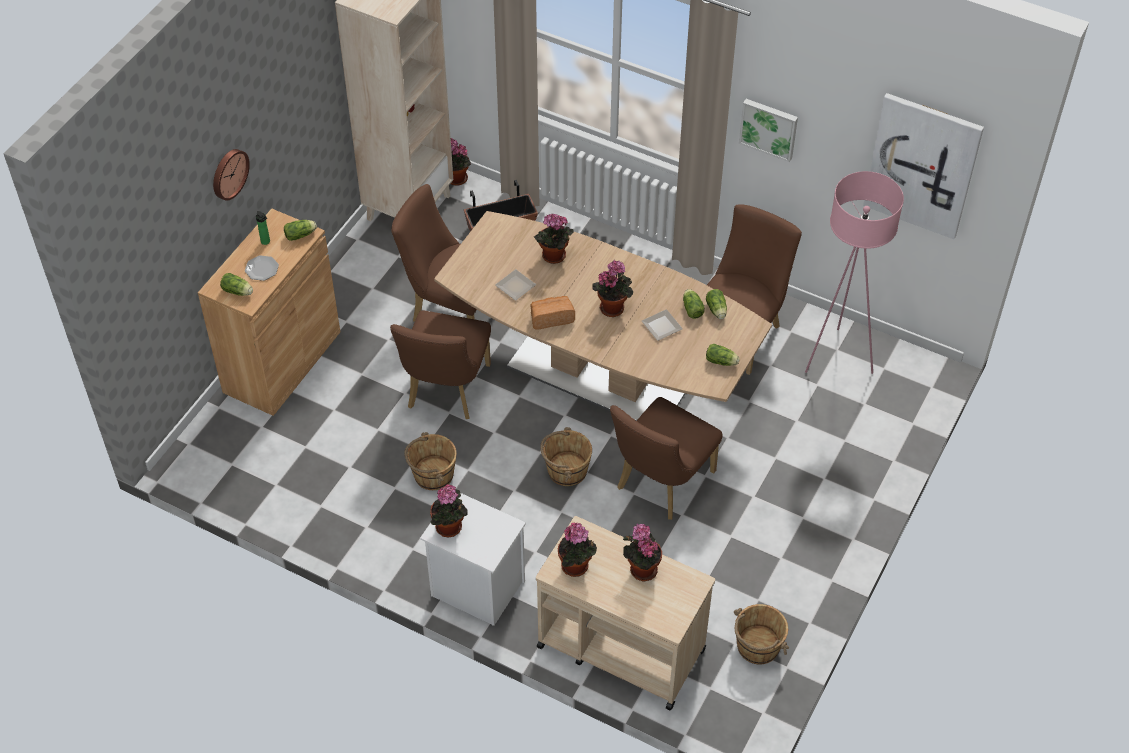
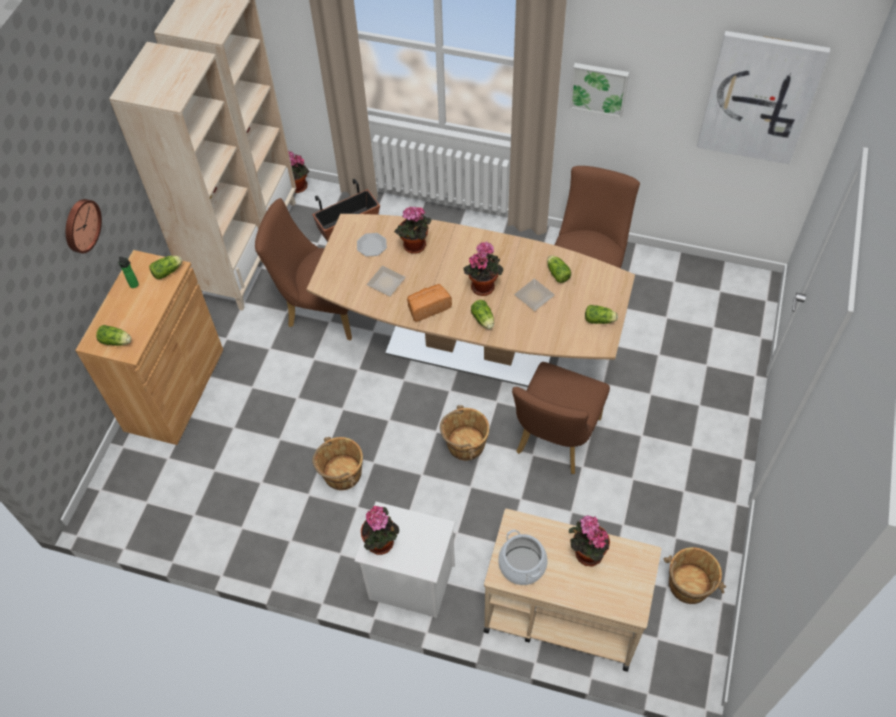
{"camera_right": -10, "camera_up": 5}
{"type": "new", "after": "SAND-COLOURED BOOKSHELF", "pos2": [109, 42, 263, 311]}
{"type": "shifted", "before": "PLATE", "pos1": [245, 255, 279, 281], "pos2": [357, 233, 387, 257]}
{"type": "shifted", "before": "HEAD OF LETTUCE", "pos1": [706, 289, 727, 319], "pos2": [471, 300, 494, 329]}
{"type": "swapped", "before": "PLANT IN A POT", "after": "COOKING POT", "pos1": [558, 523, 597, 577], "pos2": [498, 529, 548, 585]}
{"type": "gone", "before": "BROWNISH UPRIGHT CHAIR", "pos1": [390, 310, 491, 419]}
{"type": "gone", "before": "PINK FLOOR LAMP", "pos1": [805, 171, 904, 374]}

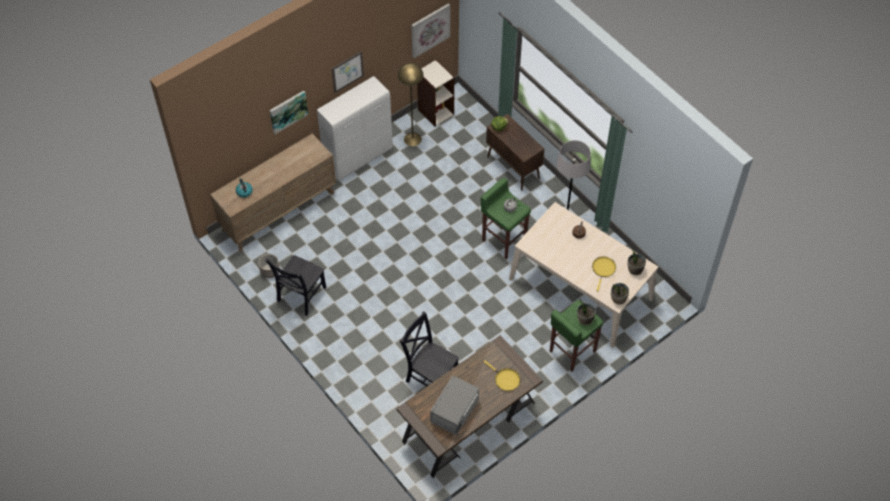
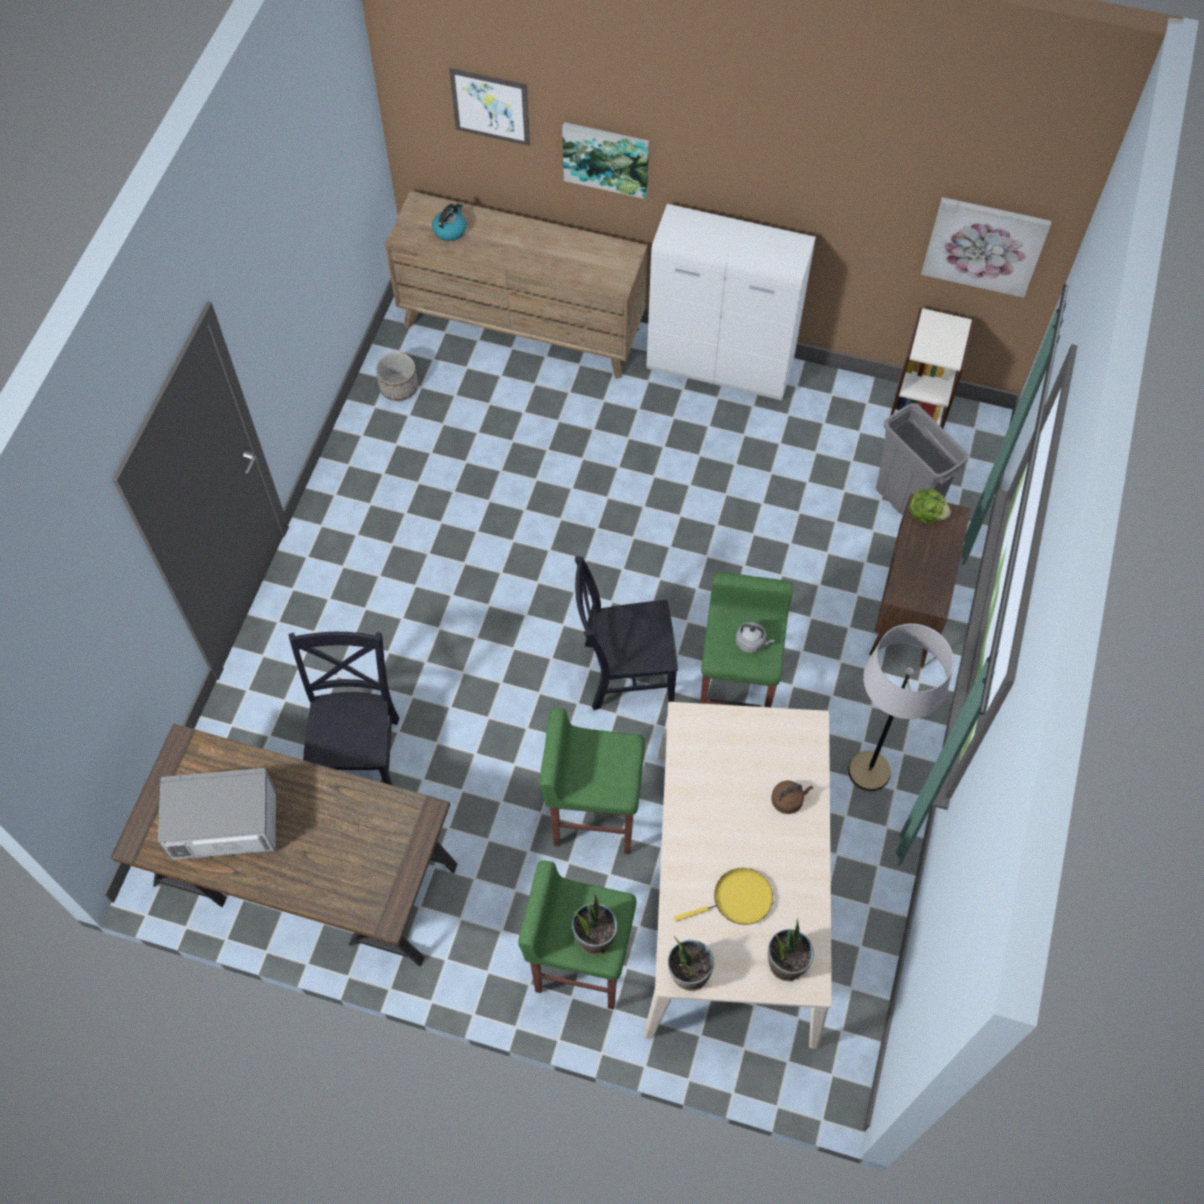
{"camera_right": 55, "camera_up": 5}
{"type": "shifted", "before": "WALL ART", "pos1": [332, 51, 364, 93], "pos2": [449, 68, 530, 146]}
{"type": "new", "after": "GREEN-COLOURED SITTING STOOL", "pos2": [539, 708, 645, 854]}
{"type": "shifted", "before": "BLACK UPRIGHT CHAIR", "pos1": [265, 255, 326, 316], "pos2": [575, 556, 678, 710]}
{"type": "new", "after": "GREY TRASH CAN", "pos2": [876, 403, 969, 515]}
{"type": "gone", "before": "YELLOWISH FLOOR LAMP", "pos1": [398, 63, 424, 146]}
{"type": "gone", "before": "YELLOWISH PAN", "pos1": [484, 361, 520, 391]}

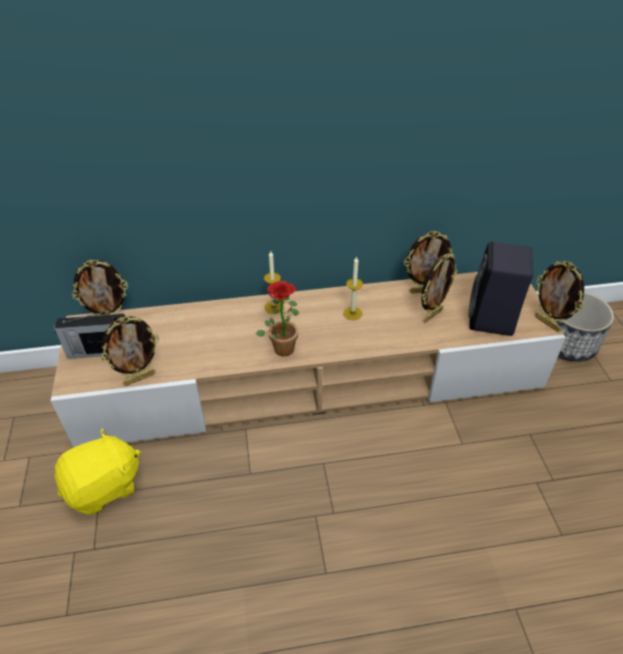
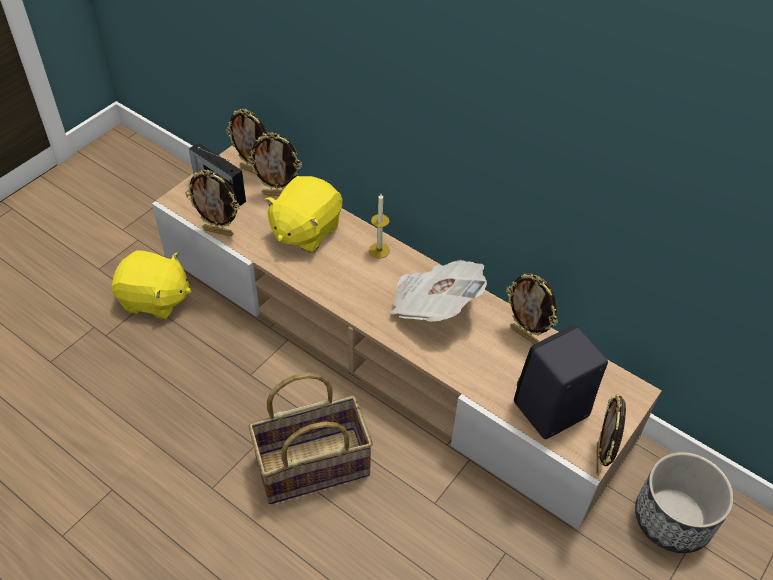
{"camera_right": 45, "camera_up": 5}
{"type": "shifted", "before": "PICTURE FRAME", "pos1": [421, 254, 457, 323], "pos2": [247, 133, 302, 196]}
{"type": "new", "after": "STORAGE BASKET", "pos2": [248, 373, 373, 504]}
{"type": "new", "after": "YELLOWISH PLUSH TOY", "pos2": [264, 176, 342, 253]}
{"type": "swapped", "before": "WAX CANDLE", "after": "NEWSPAPER", "pos1": [343, 256, 363, 320], "pos2": [391, 260, 487, 322]}
{"type": "gone", "before": "PLANT IN A POT", "pos1": [256, 281, 299, 356]}

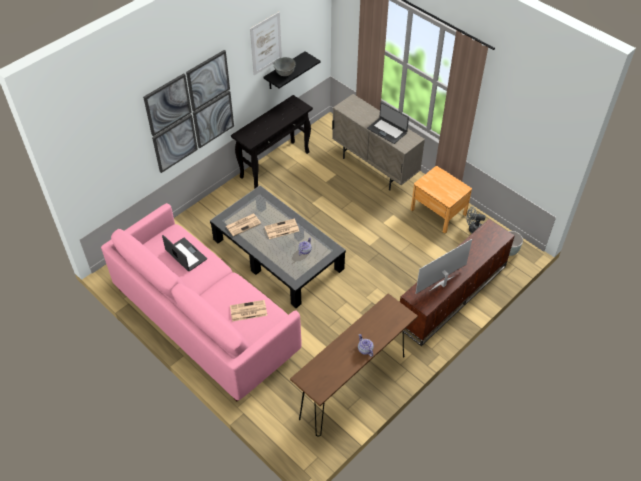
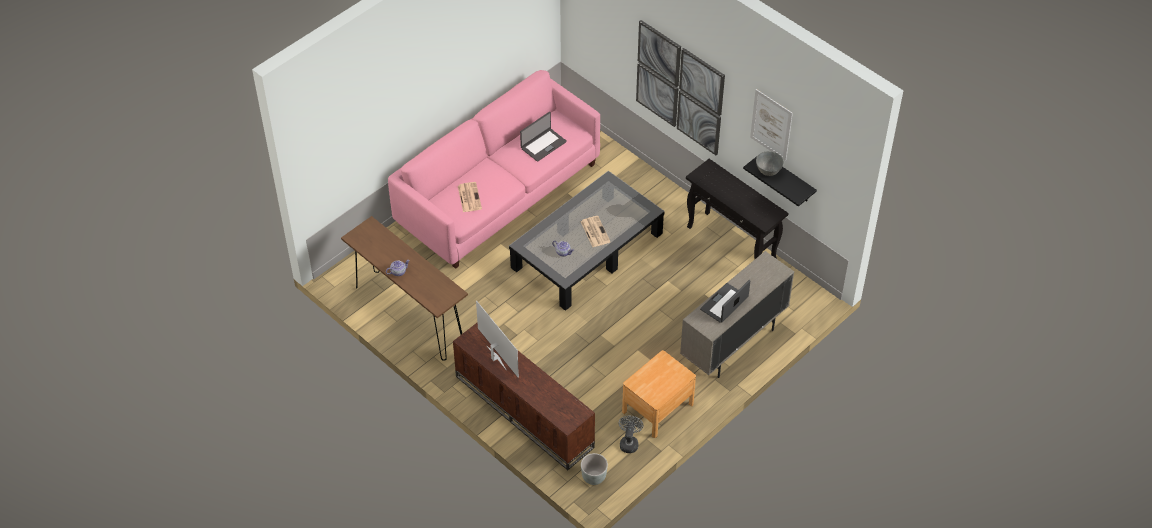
{"camera_right": 90, "camera_up": 0}
{"type": "gone", "before": "NEWSPAPER", "pos1": [226, 214, 261, 236]}

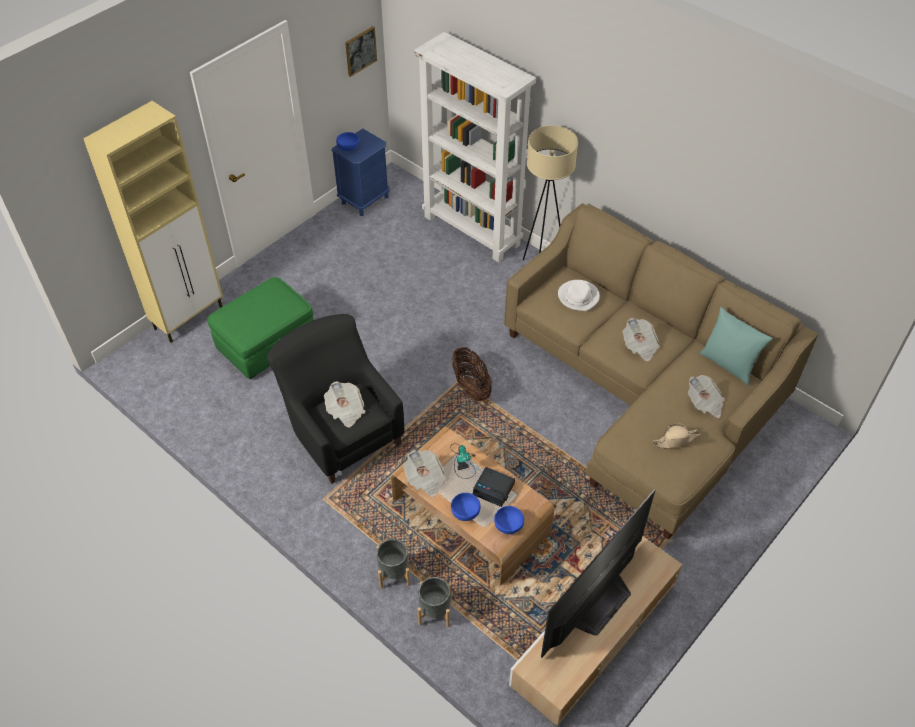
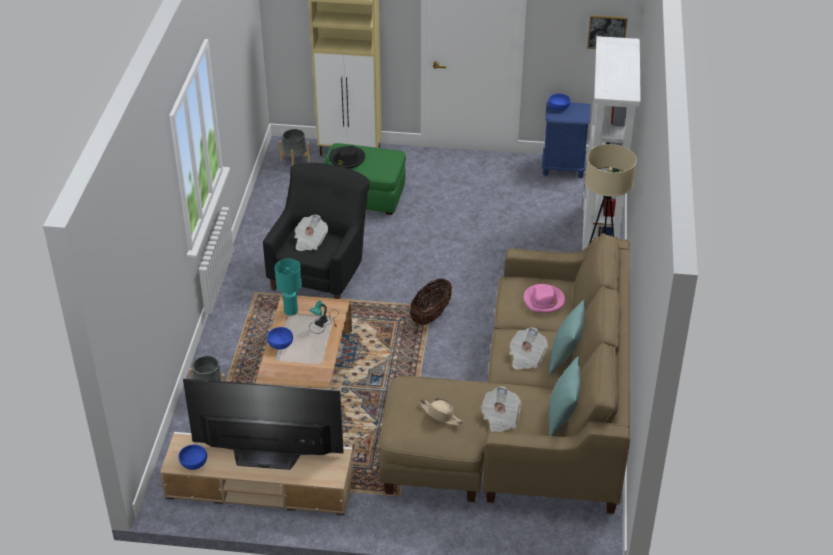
{"camera_right": 55, "camera_up": -10}
{"type": "shifted", "before": "BLUE SERVING BOWL", "pos1": [494, 506, 524, 534], "pos2": [179, 445, 207, 470]}
{"type": "swapped", "before": "NEWSPAPER", "after": "BLUE-GREEN LAMP FOR A TABLE", "pos1": [403, 450, 447, 497], "pos2": [275, 258, 302, 316]}
{"type": "shifted", "before": "GREY PLANTER", "pos1": [376, 539, 410, 589], "pos2": [279, 129, 310, 166]}
{"type": "new", "after": "BLACK CLOTHING HAT", "pos2": [329, 146, 365, 169]}
{"type": "repainted", "before": "WHITE CLOTHING HAT", "after": "PINK CLOTHING HAT", "pos1": [558, 280, 600, 311], "pos2": [524, 284, 565, 313]}
{"type": "new", "after": "BLUE-GREEN THROW PILLOW", "pos2": [549, 300, 585, 375]}
{"type": "gone", "before": "BEDSIDE CLOCK", "pos1": [473, 467, 515, 507]}

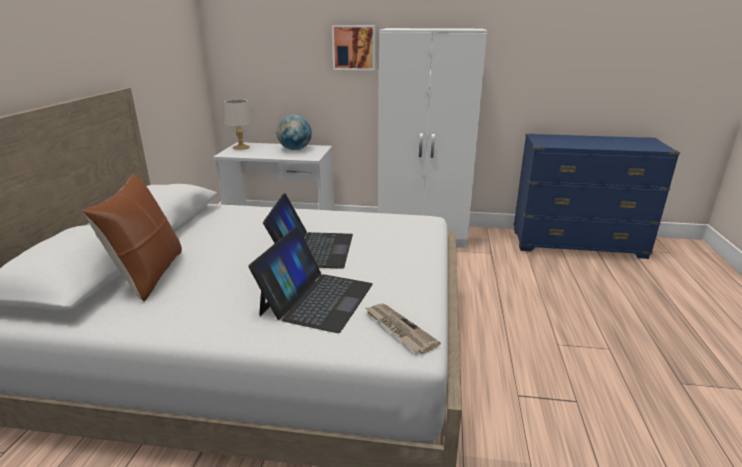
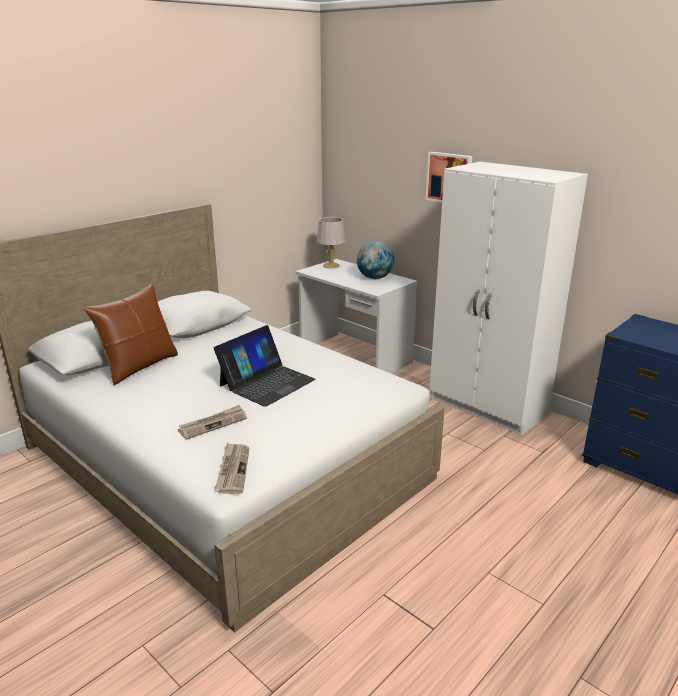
{"camera_right": 35, "camera_up": 0}
{"type": "swapped", "before": "LAPTOP", "after": "NEWSPAPER", "pos1": [248, 227, 373, 333], "pos2": [178, 405, 247, 440]}

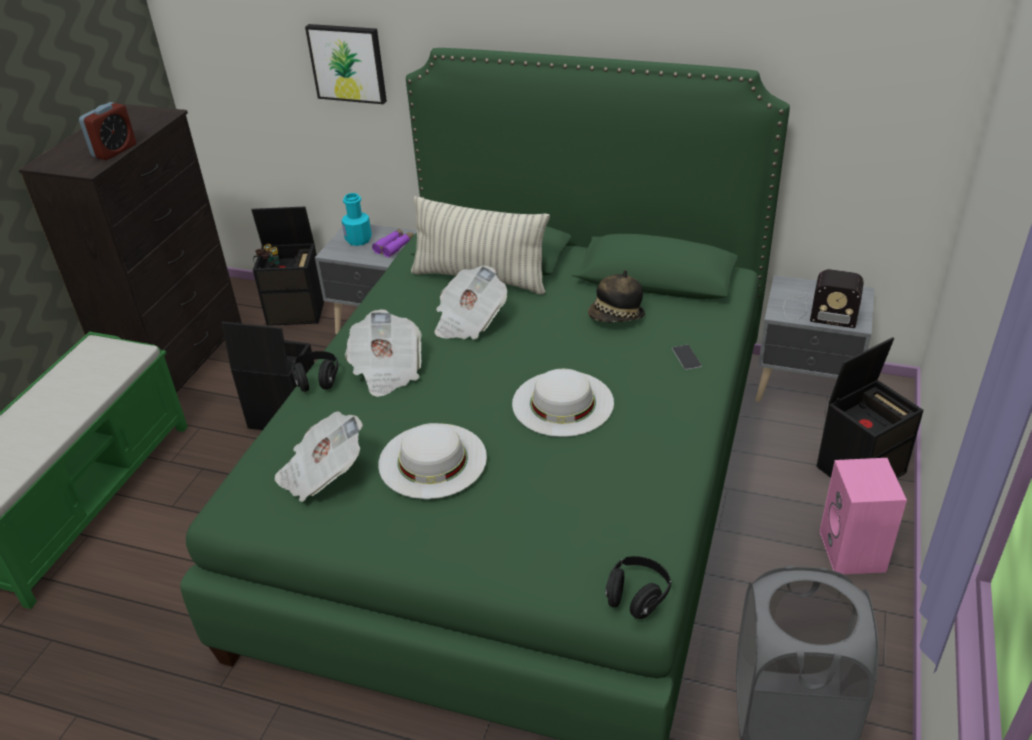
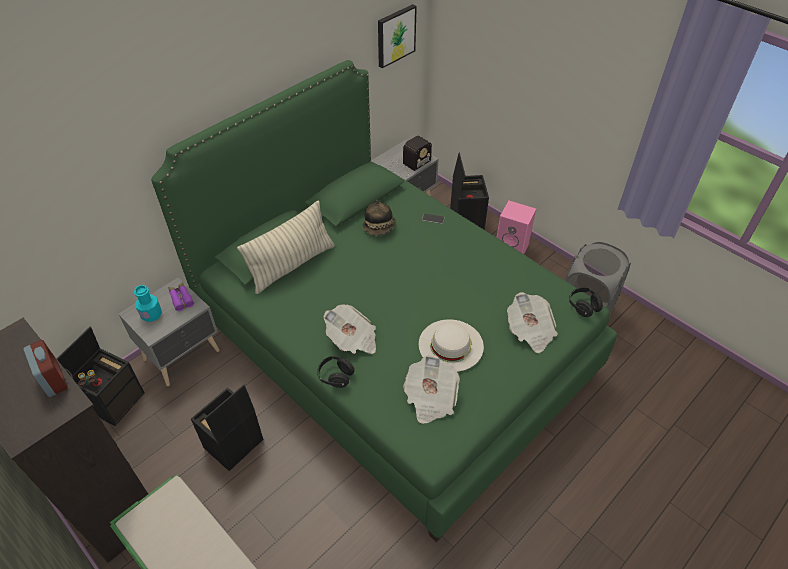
{"camera_right": -65, "camera_up": 10}
{"type": "shifted", "before": "WALL ART", "pos1": [305, 24, 387, 104], "pos2": [378, 4, 417, 68]}
{"type": "shifted", "before": "NEWSPAPER", "pos1": [435, 266, 507, 339], "pos2": [507, 292, 558, 353]}
{"type": "gone", "before": "WHITE CLOTHING HAT", "pos1": [512, 369, 614, 437]}

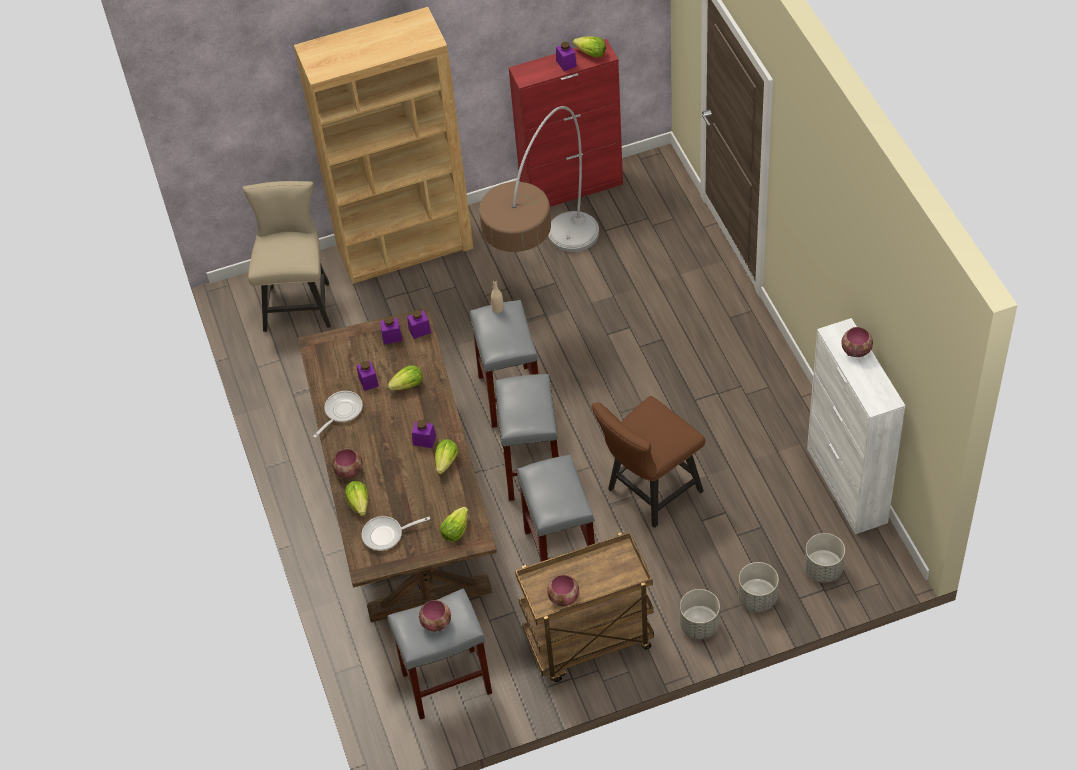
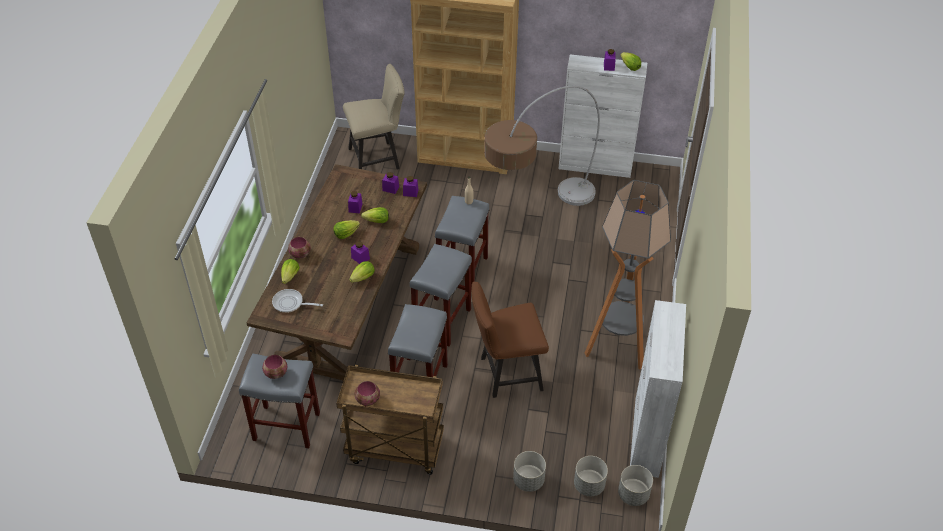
{"camera_right": 25, "camera_up": -5}
{"type": "shifted", "before": "HEAD OF LETTUCE", "pos1": [440, 507, 468, 542], "pos2": [334, 220, 360, 239]}
{"type": "rotated", "before": "SAND-COLOURED UPRIGHT CHAIR", "pos1": [243, 181, 331, 332], "pos2": [343, 64, 405, 169], "turn": 45}
{"type": "repainted", "before": "REDDISH STORAGE CABINET", "after": "WHITE STORAGE CABINET", "pos1": [508, 39, 623, 207], "pos2": [558, 54, 647, 178]}
{"type": "new", "after": "FLOOR LAMP", "pos2": [585, 180, 671, 370]}
{"type": "shifted", "before": "GREY PLANTER", "pos1": [680, 589, 720, 639], "pos2": [618, 465, 653, 506]}
{"type": "gone", "before": "PAN", "pos1": [313, 391, 363, 438]}
{"type": "gone", "before": "SERVING BOWL", "pos1": [841, 327, 873, 357]}

